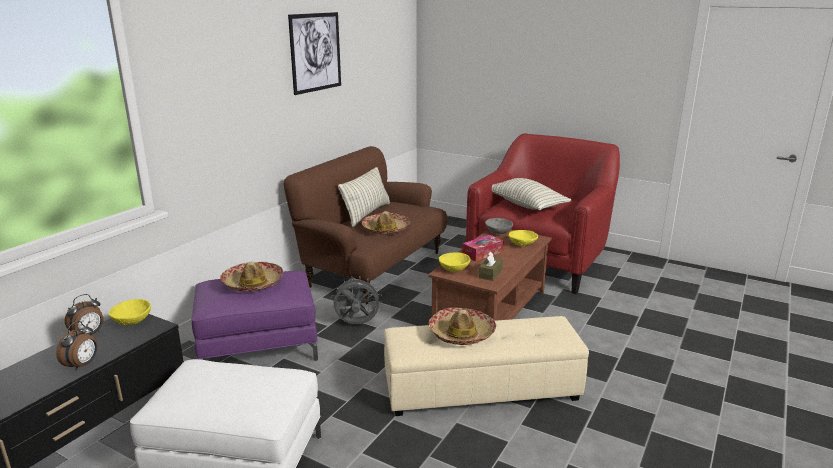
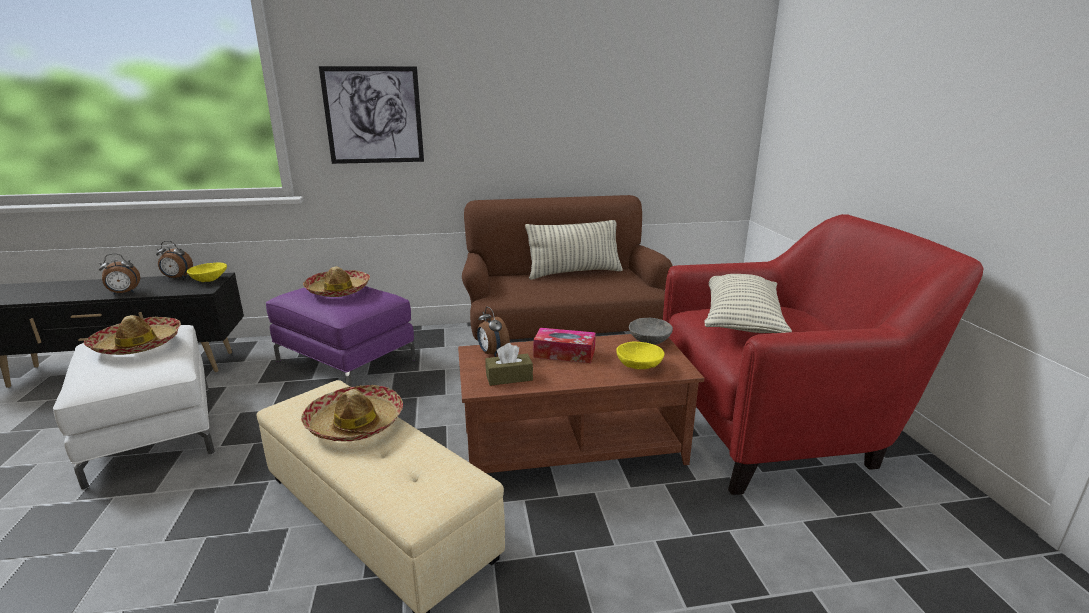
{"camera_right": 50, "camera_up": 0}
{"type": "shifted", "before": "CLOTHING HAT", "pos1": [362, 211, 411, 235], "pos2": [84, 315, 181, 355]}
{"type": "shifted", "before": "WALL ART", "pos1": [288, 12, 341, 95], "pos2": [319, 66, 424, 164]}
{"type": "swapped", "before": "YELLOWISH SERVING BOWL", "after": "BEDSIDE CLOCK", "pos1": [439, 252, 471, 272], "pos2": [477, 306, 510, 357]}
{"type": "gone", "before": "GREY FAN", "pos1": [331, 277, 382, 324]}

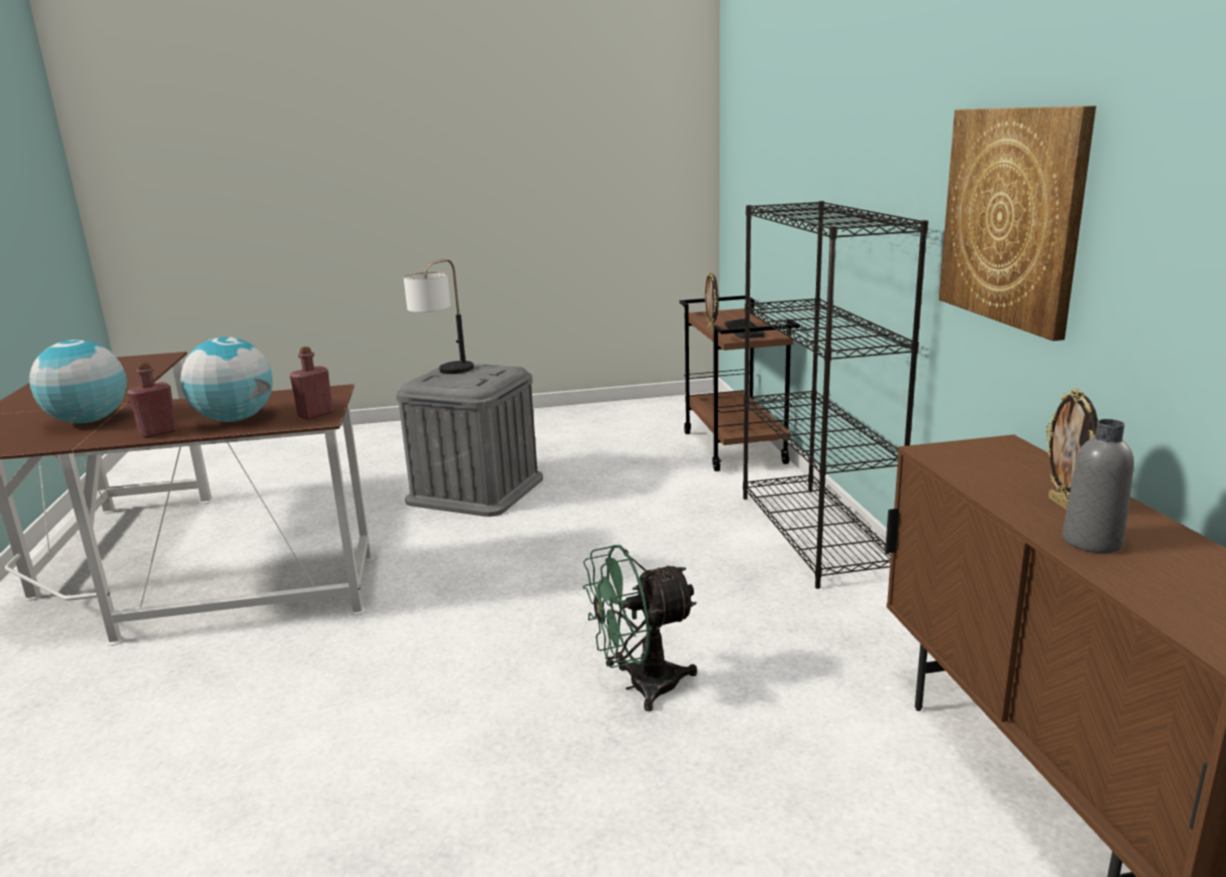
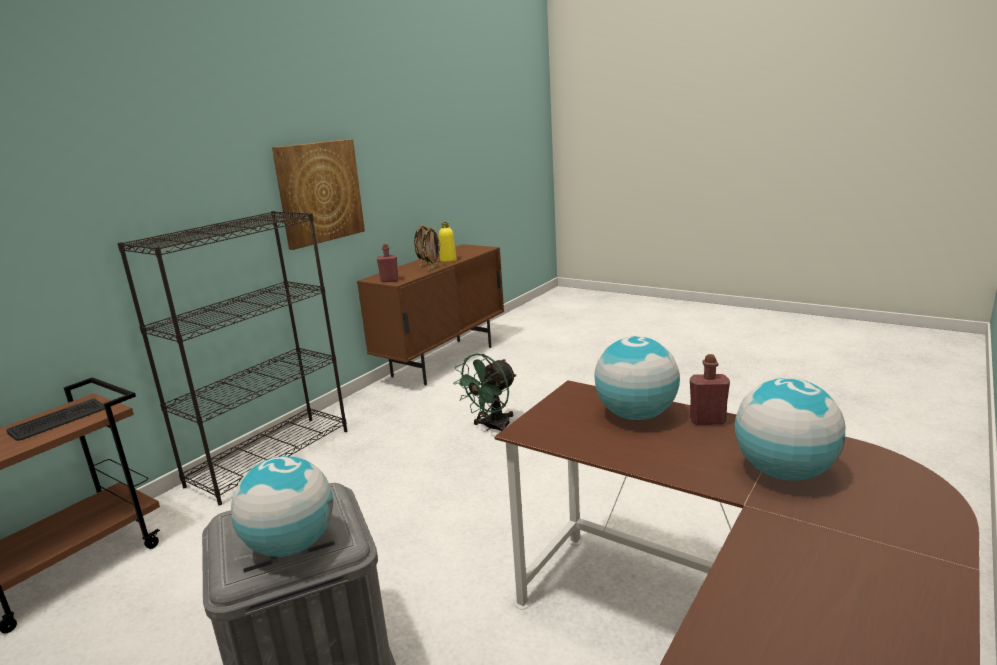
{"camera_right": -135, "camera_up": 0}
{"type": "swapped", "before": "LAMP FOR A TABLE", "after": "WORLD GLOBE", "pos1": [403, 259, 474, 374], "pos2": [231, 456, 333, 557]}
{"type": "shifted", "before": "REDDISH DRINK BOTTLE", "pos1": [290, 346, 333, 420], "pos2": [377, 244, 398, 282]}
{"type": "shifted", "before": "PICTURE FRAME", "pos1": [704, 271, 719, 332], "pos2": [423, 227, 441, 271]}
{"type": "repainted", "before": "GREY DRINK BOTTLE", "after": "YELLOWISH DRINK BOTTLE", "pos1": [1062, 419, 1134, 553], "pos2": [439, 222, 457, 262]}
{"type": "rotated", "before": "GREEN-COLOURED FAN", "pos1": [583, 545, 697, 711], "pos2": [453, 353, 517, 431], "turn": 105}

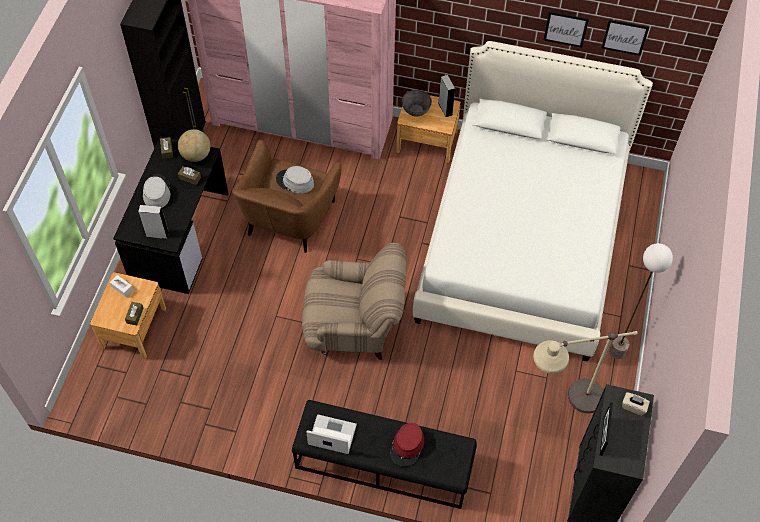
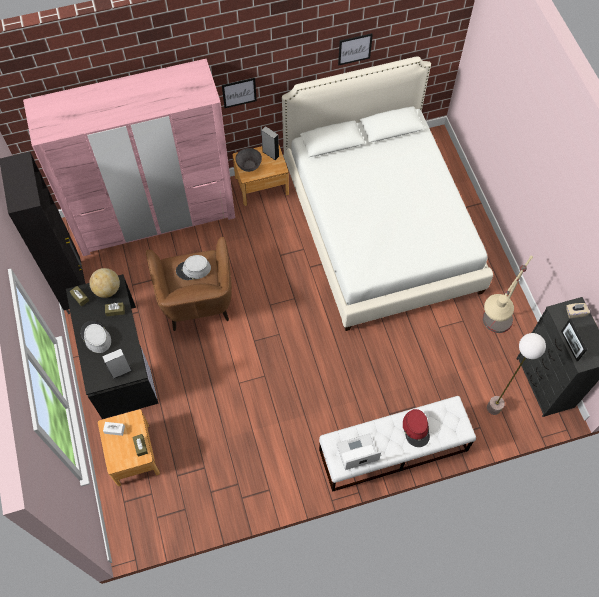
{"camera_right": -30, "camera_up": 5}
{"type": "shifted", "before": "WALL ART", "pos1": [601, 19, 649, 56], "pos2": [222, 78, 257, 108]}
{"type": "repainted", "before": "BLACK LONG SEAT", "after": "WHITE LONG SEAT", "pos1": [292, 400, 477, 509], "pos2": [319, 396, 476, 492]}
{"type": "shifted", "before": "FLOOR LAMP", "pos1": [609, 243, 673, 359], "pos2": [487, 333, 546, 415]}
{"type": "gone", "before": "SAND-COLOURED ARMCHAIR", "pos1": [302, 243, 406, 360]}

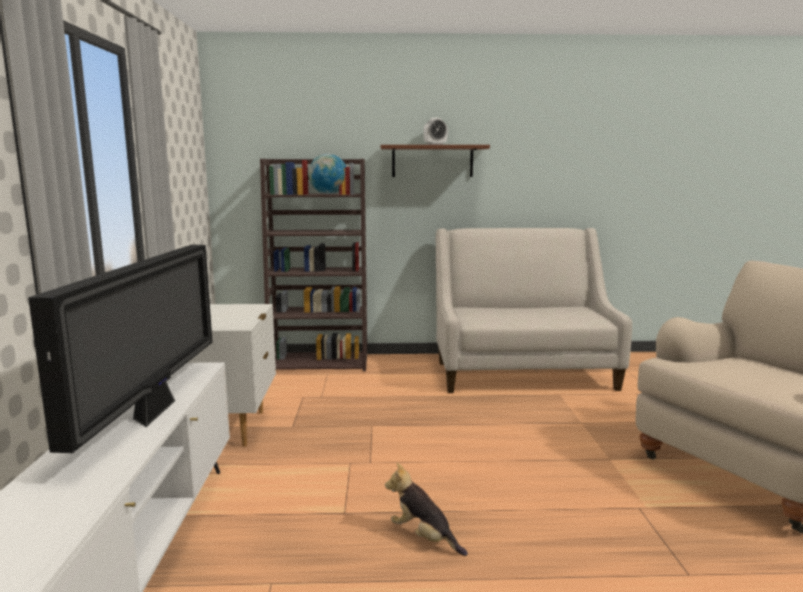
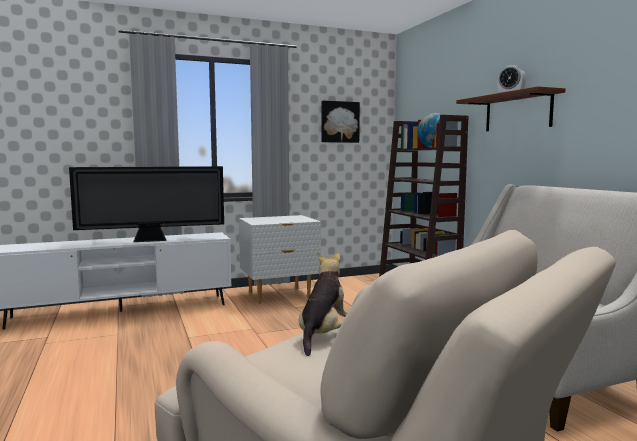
{"camera_right": 70, "camera_up": -5}
{"type": "shifted", "before": "PLUSH TOY", "pos1": [385, 463, 468, 556], "pos2": [299, 253, 348, 356]}
{"type": "new", "after": "WALL ART", "pos2": [321, 100, 360, 143]}

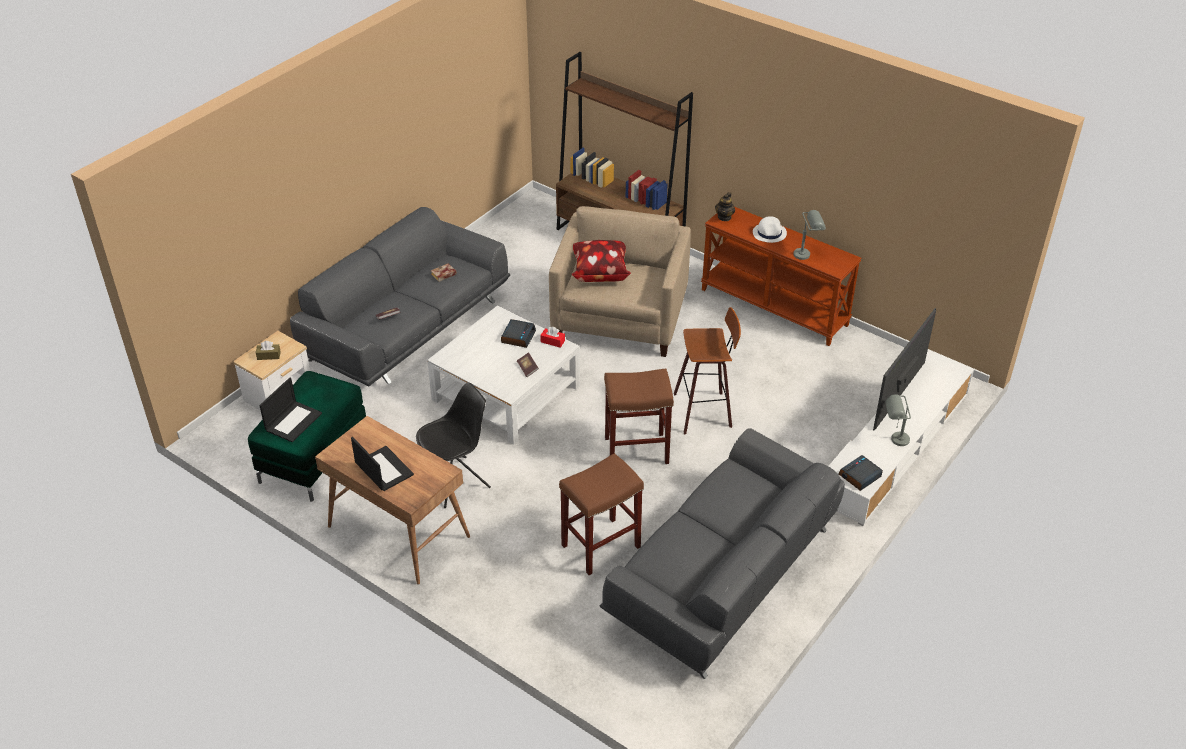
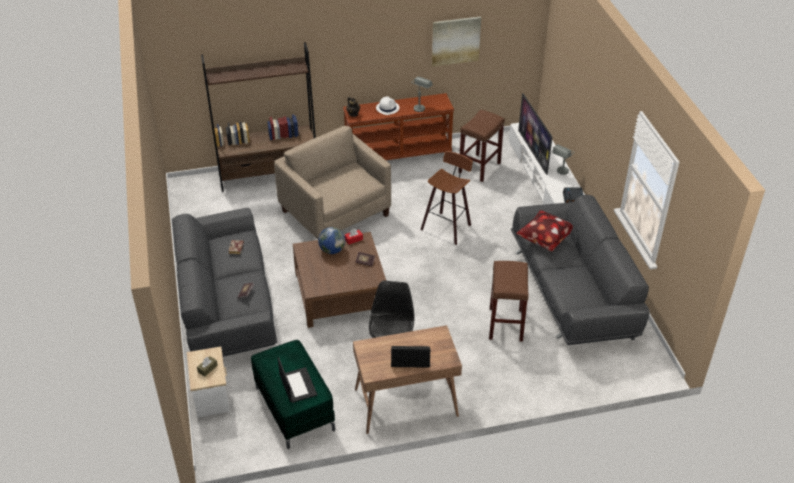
{"camera_right": -50, "camera_up": 0}
{"type": "repainted", "before": "WHITE COFFEE TABLE", "after": "BROWNISH COFFEE TABLE", "pos1": [427, 306, 580, 445], "pos2": [293, 232, 386, 328]}
{"type": "swapped", "before": "BEDSIDE CLOCK", "after": "WORLD GLOBE", "pos1": [501, 319, 536, 348], "pos2": [318, 227, 345, 254]}
{"type": "new", "after": "WALL ART", "pos2": [432, 17, 481, 66]}
{"type": "shifted", "before": "BROWNISH SITTING STOOL", "pos1": [604, 368, 674, 464], "pos2": [458, 110, 505, 182]}
{"type": "shifted", "before": "THROW PILLOW", "pos1": [571, 240, 631, 282], "pos2": [516, 210, 573, 252]}

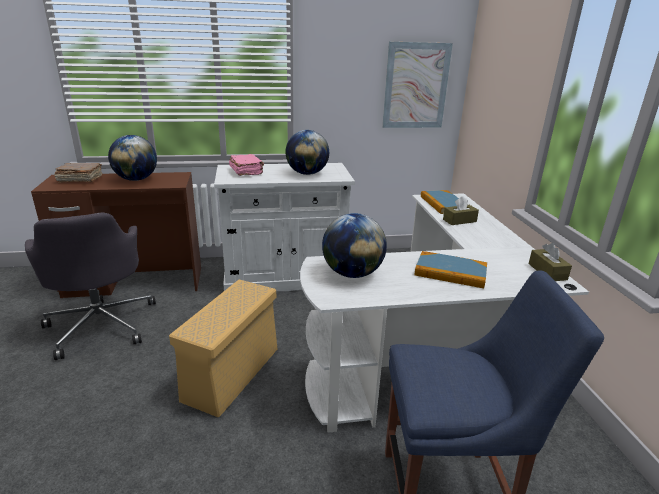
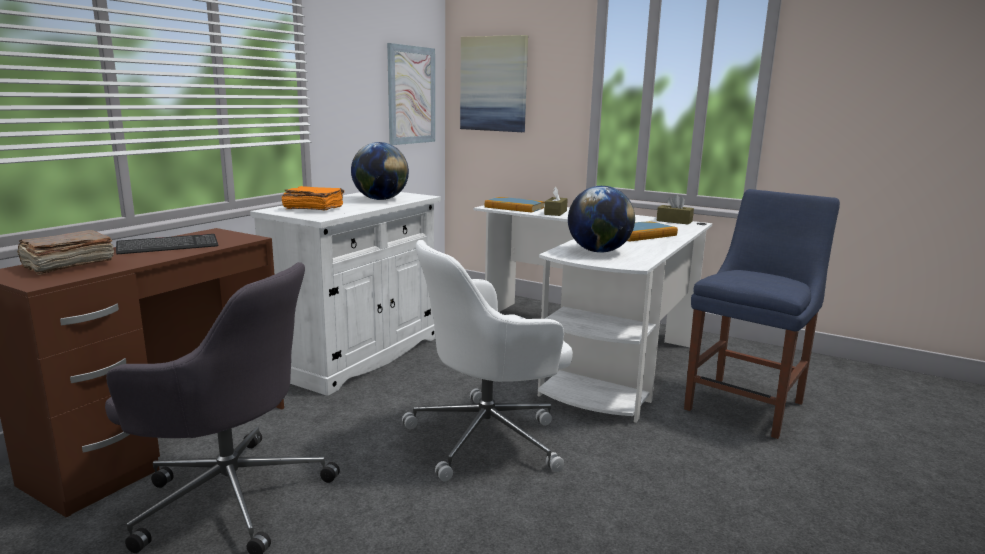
{"camera_right": -50, "camera_up": -10}
{"type": "swapped", "before": "WORLD GLOBE", "after": "PC KEYBOARD", "pos1": [108, 135, 157, 181], "pos2": [116, 234, 218, 254]}
{"type": "repainted", "before": "PINK BOOK", "after": "ORANGE-COLOURED BOOK", "pos1": [229, 154, 264, 176], "pos2": [282, 186, 344, 210]}
{"type": "swapped", "before": "SAND-COLOURED STORAGE BIN", "after": "WHITE OFFICE CHAIR", "pos1": [169, 279, 277, 417], "pos2": [402, 240, 573, 482]}
{"type": "new", "after": "WALL ART", "pos2": [460, 35, 528, 132]}

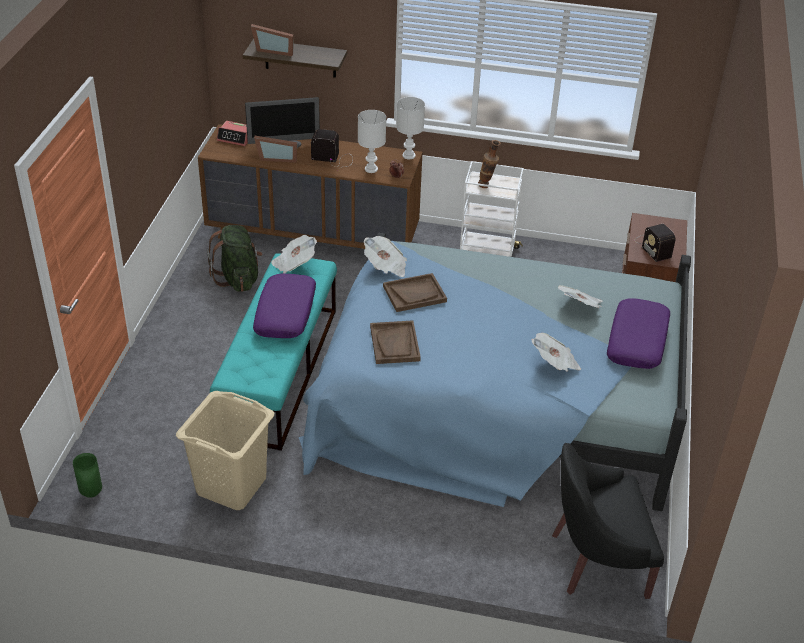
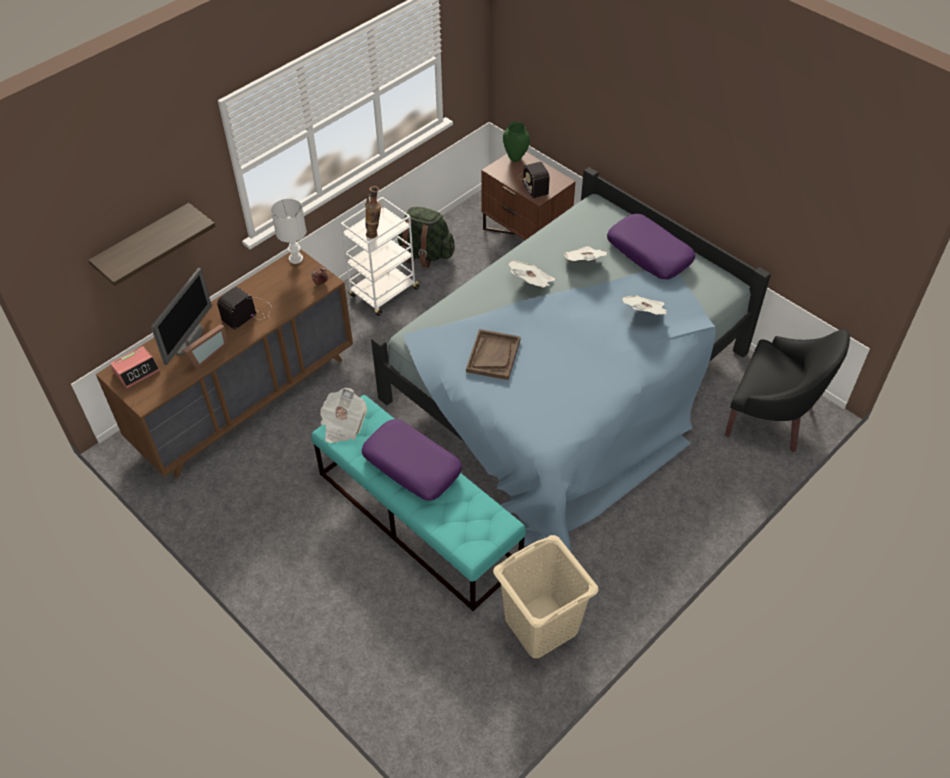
{"camera_right": -55, "camera_up": 10}
{"type": "shifted", "before": "GREEN-COLOURED BACKPACK", "pos1": [207, 225, 262, 292], "pos2": [398, 207, 455, 268]}
{"type": "shifted", "before": "GREEN-COLOURED FLOWER VASE", "pos1": [73, 453, 102, 498], "pos2": [503, 122, 530, 162]}
{"type": "shifted", "before": "NEWSPAPER", "pos1": [364, 236, 407, 277], "pos2": [509, 261, 555, 288]}
{"type": "rotated", "before": "RADIO SET", "pos1": [634, 224, 676, 262], "pos2": [518, 161, 550, 198], "turn": 60}
{"type": "rotated", "before": "BLACK ARMCHAIR", "pos1": [552, 443, 664, 599], "pos2": [725, 329, 850, 453], "turn": -90}
{"type": "gone", "before": "PICTURE FRAME", "pos1": [251, 24, 294, 56]}
{"type": "gone", "before": "WHITE LAMP FOR A TABLE", "pos1": [358, 110, 386, 173]}
{"type": "gone", "before": "BROWNISH CARRYING TRAY", "pos1": [370, 320, 421, 364]}

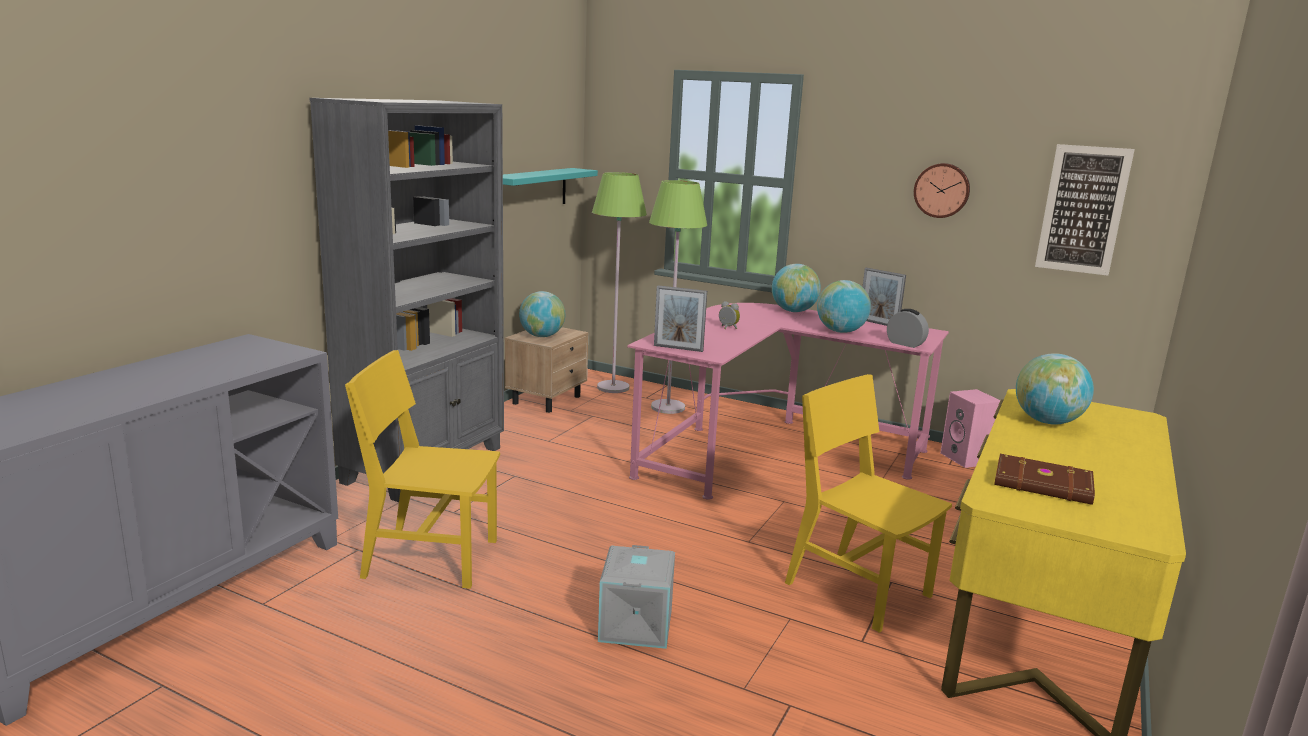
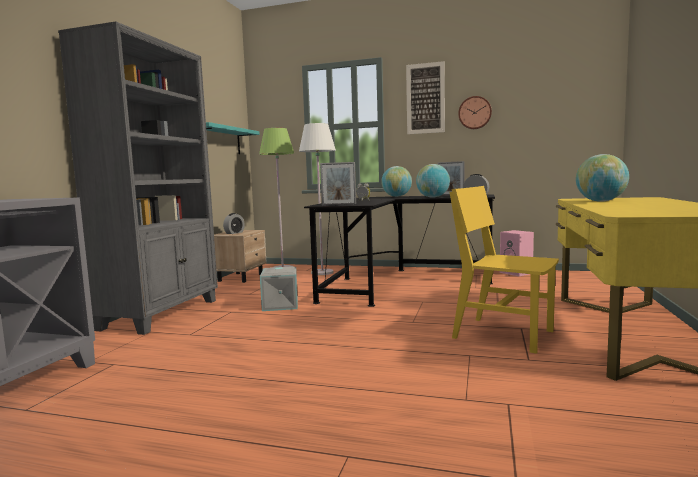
{"camera_right": -10, "camera_up": -10}
{"type": "swapped", "before": "WORLD GLOBE", "after": "BEDSIDE CLOCK", "pos1": [519, 291, 565, 337], "pos2": [223, 213, 245, 234]}
{"type": "shifted", "before": "GREY STORAGE BIN", "pos1": [598, 545, 675, 649], "pos2": [260, 266, 298, 311]}
{"type": "repainted", "before": "GREEN-COLOURED FLOOR LAMP", "after": "WHITE FLOOR LAMP", "pos1": [649, 180, 707, 414], "pos2": [299, 123, 336, 275]}
{"type": "repainted", "before": "PINK DESK TABLE", "after": "BLACK DESK TABLE", "pos1": [627, 303, 949, 500], "pos2": [304, 194, 495, 307]}
{"type": "shifted", "before": "WALL ART", "pos1": [1035, 144, 1135, 276], "pos2": [406, 61, 445, 134]}
{"type": "gone", "before": "YELLOWISH UPRIGHT CHAIR", "pos1": [345, 350, 500, 589]}
{"type": "gone", "before": "BROWNISH BOOK", "pos1": [994, 454, 1095, 505]}

